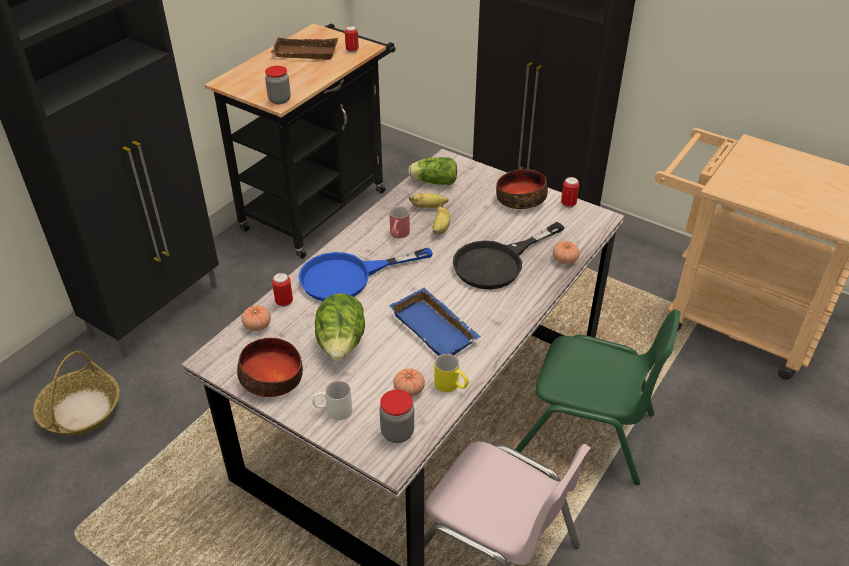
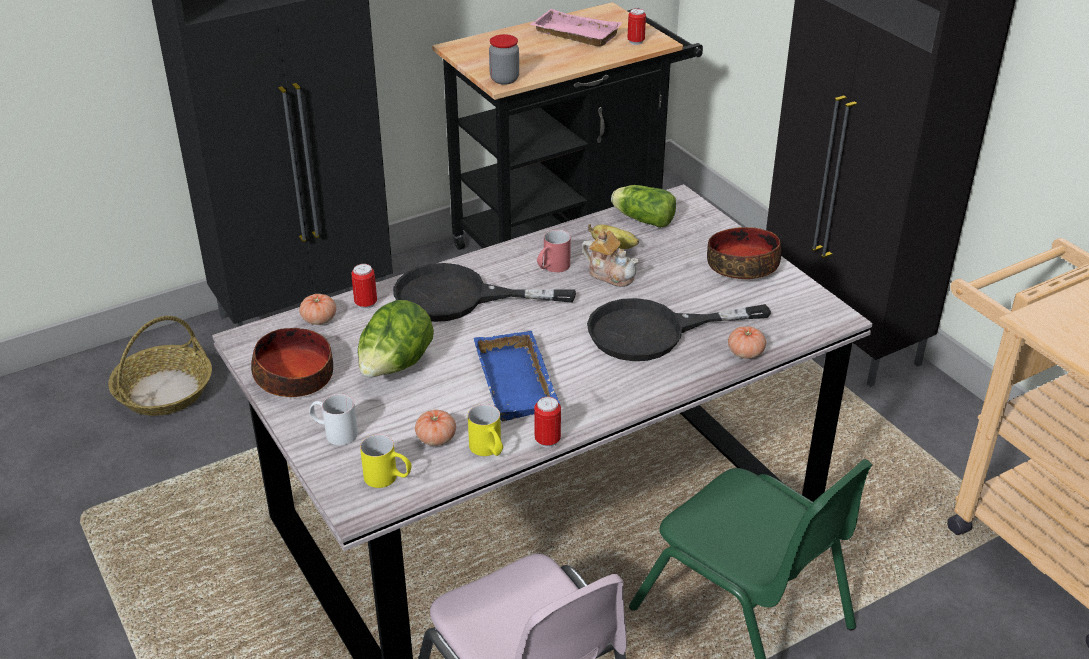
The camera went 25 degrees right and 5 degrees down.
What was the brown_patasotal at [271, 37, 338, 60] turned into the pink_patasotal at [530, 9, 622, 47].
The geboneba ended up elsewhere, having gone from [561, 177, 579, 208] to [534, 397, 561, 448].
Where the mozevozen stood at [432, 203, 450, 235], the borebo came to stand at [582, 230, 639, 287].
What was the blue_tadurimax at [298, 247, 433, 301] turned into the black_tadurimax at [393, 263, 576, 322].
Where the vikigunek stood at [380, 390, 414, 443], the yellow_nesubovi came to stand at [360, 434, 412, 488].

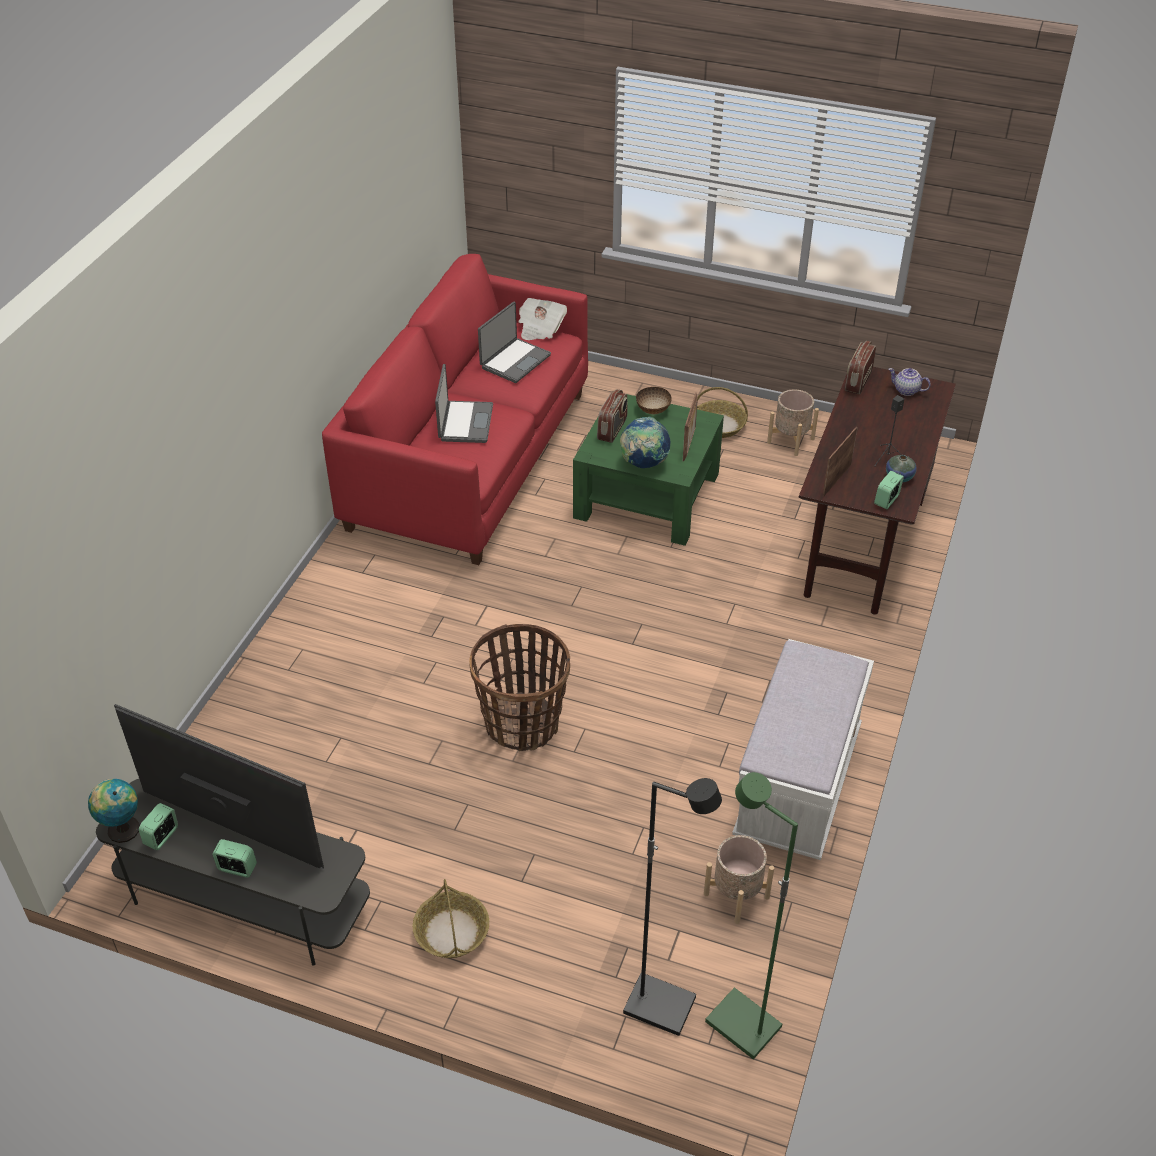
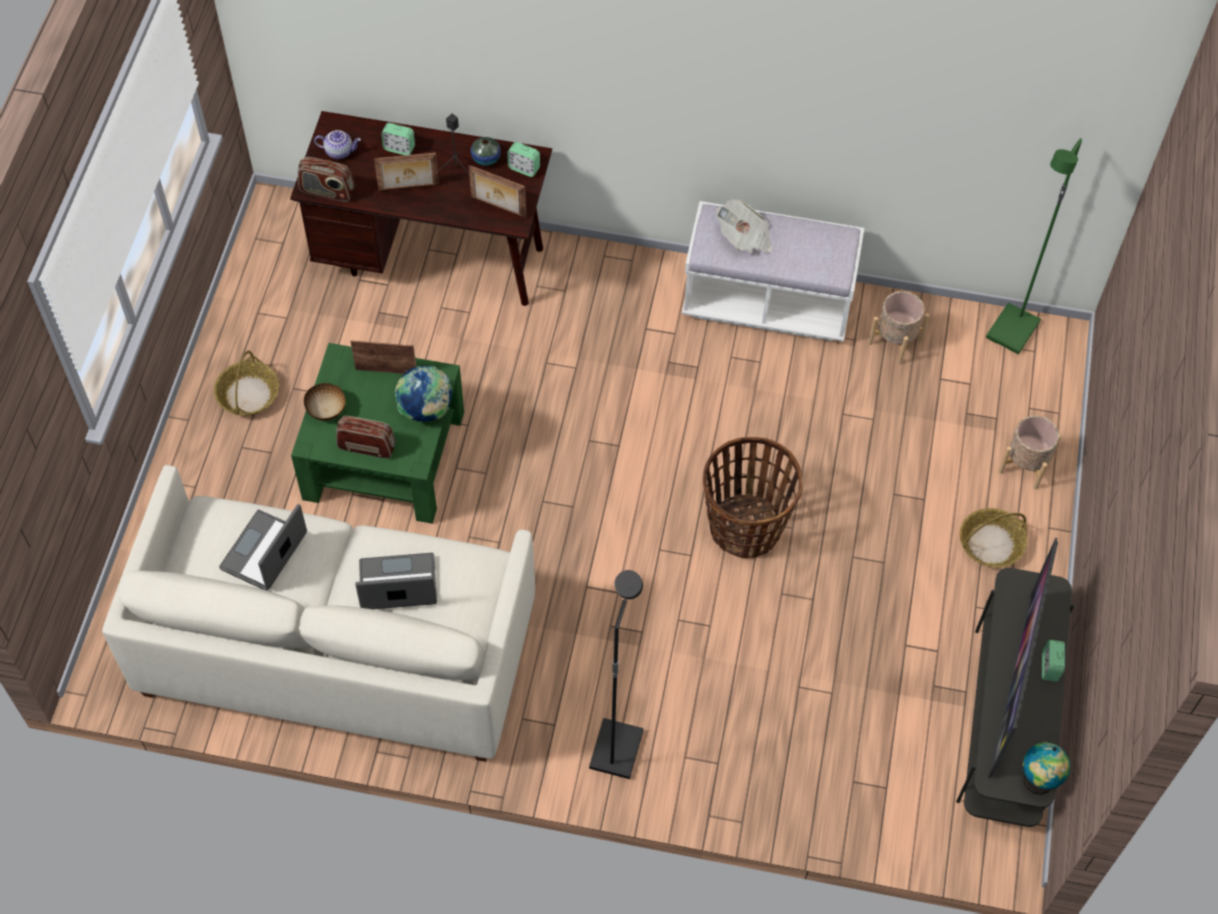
The camera went 100 degrees left and 15 degrees up.
What was the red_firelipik at [322, 254, 588, 565] turned into the white_firelipik at [102, 465, 535, 762].
The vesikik ended up elsewhere, having gone from [518, 298, 567, 340] to [716, 199, 772, 253].
The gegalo at [478, 302, 551, 383] ended up facing another way, 90 degrees counterclockwise from before.
The borebo at [889, 368, 931, 396] ended up facing another way, 105 degrees counterclockwise from before.
The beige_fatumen ended up elsewhere, having gone from [767, 389, 819, 456] to [998, 415, 1062, 489].
The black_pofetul ended up elsewhere, having gone from [623, 778, 722, 1036] to [589, 570, 644, 779].
The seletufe ended up elsewhere, having gone from [139, 803, 178, 850] to [381, 123, 415, 155].
The second view gained the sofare at [374, 152, 439, 191].

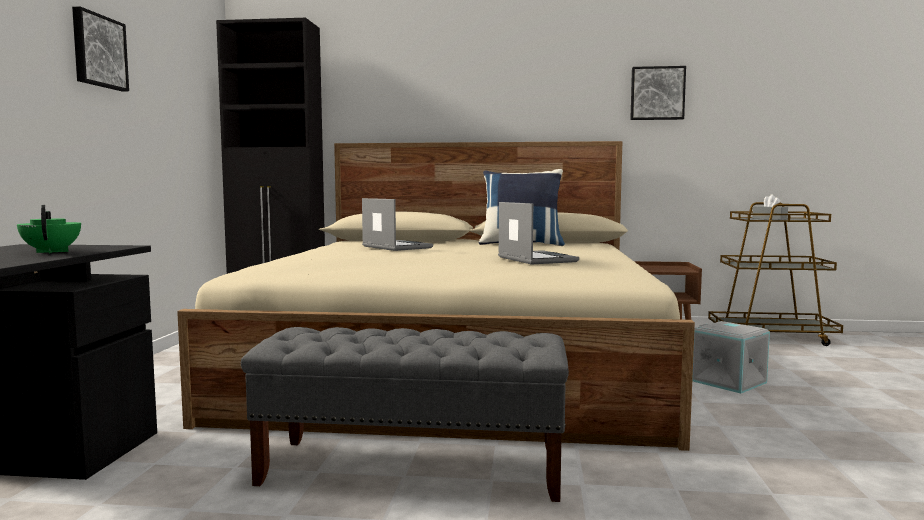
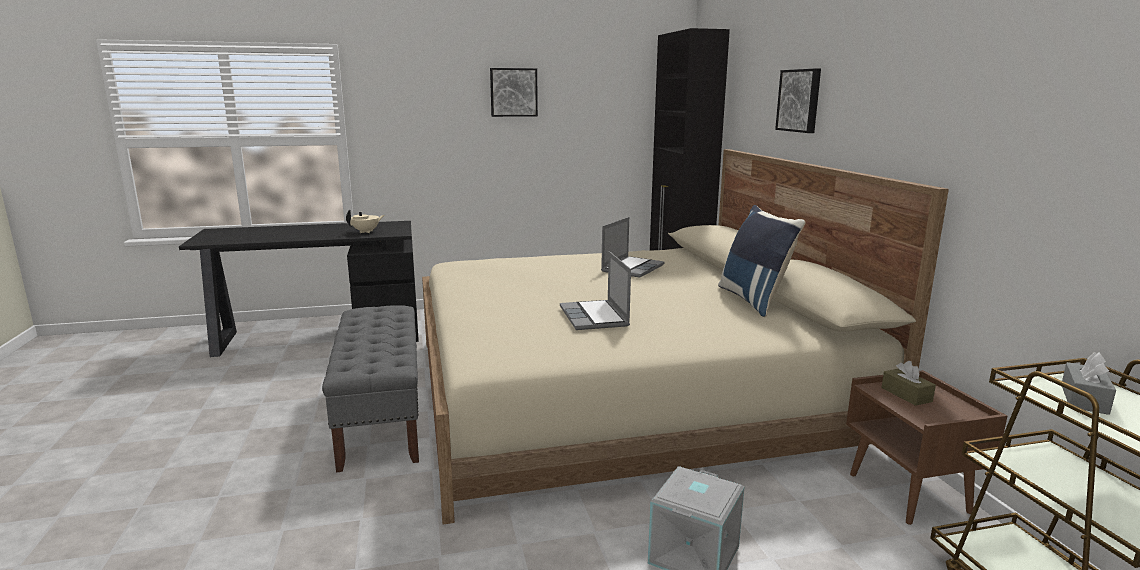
The camera went 70 degrees right and 10 degrees up.
The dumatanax ended up elsewhere, having gone from [630, 66, 686, 120] to [775, 68, 821, 133].
The gegalo at [498, 202, 579, 265] ended up facing another way, 120 degrees clockwise from before.
What was the green_borebo at [17, 205, 81, 253] turned into the beige_borebo at [346, 210, 384, 233].
The second view gained the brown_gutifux at [881, 361, 936, 406].

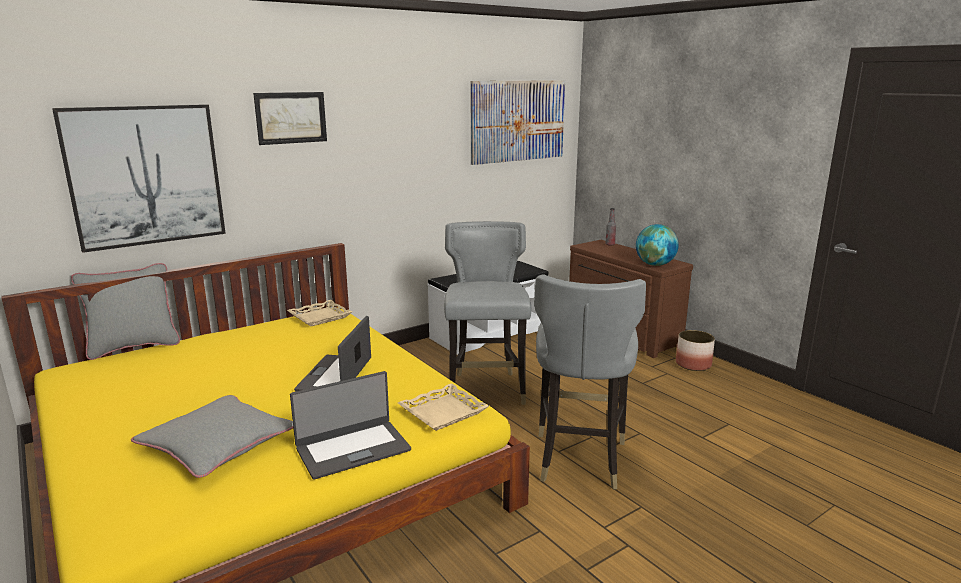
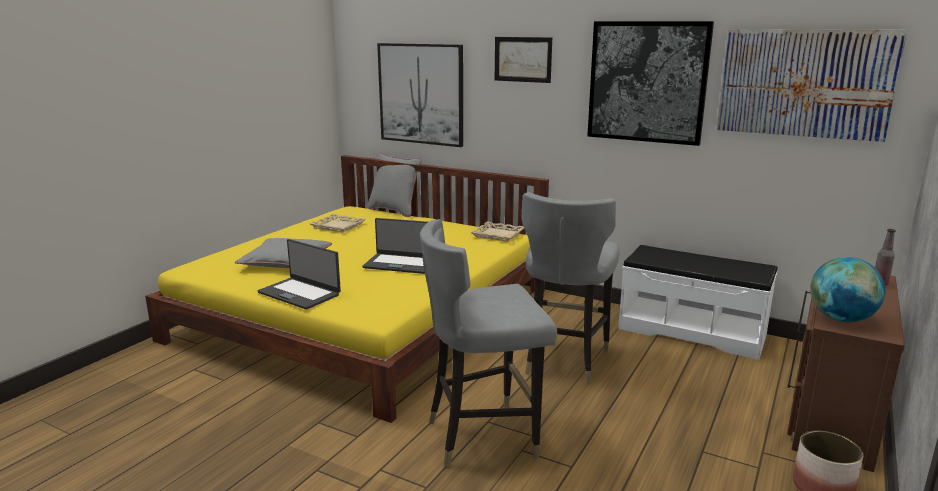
The camera went 65 degrees right and 0 degrees up.
The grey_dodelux at [444, 221, 531, 405] ended up facing another way, 135 degrees clockwise from before.
The gegalo at [294, 316, 371, 392] ended up facing another way, 150 degrees counterclockwise from before.
The beige_patasotal ended up elsewhere, having gone from [398, 383, 489, 431] to [309, 214, 366, 233].
The second view gained the dumatanax at [587, 21, 714, 146].

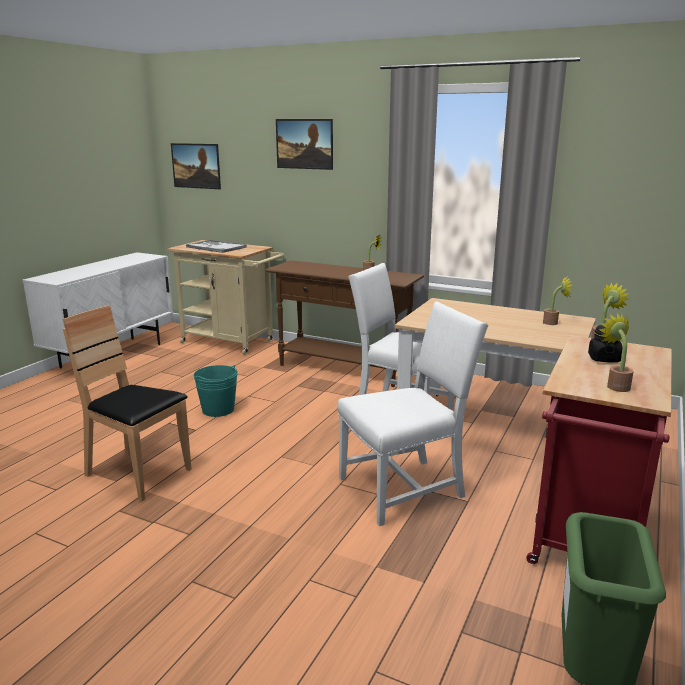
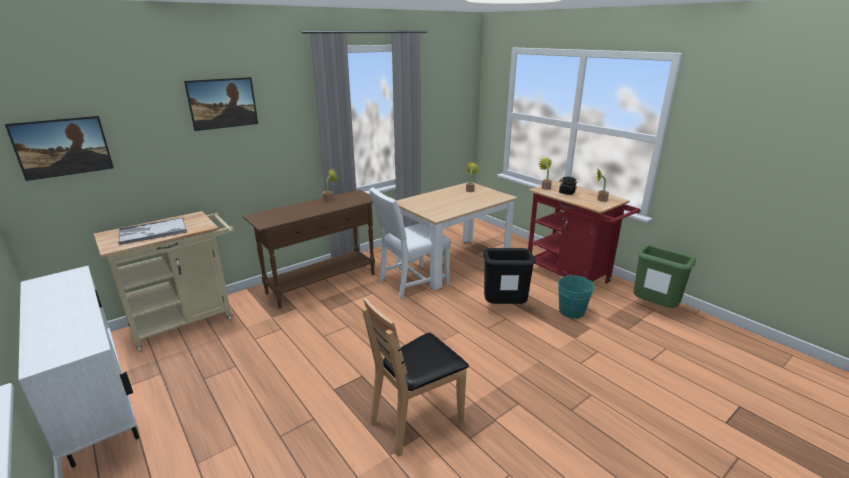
The camera went 65 degrees left and 5 degrees up.
Where the white_dodelux stood at [337, 302, 488, 526], the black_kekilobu came to stand at [483, 248, 536, 304].
The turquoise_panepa ended up elsewhere, having gone from [193, 365, 238, 417] to [558, 275, 594, 319].

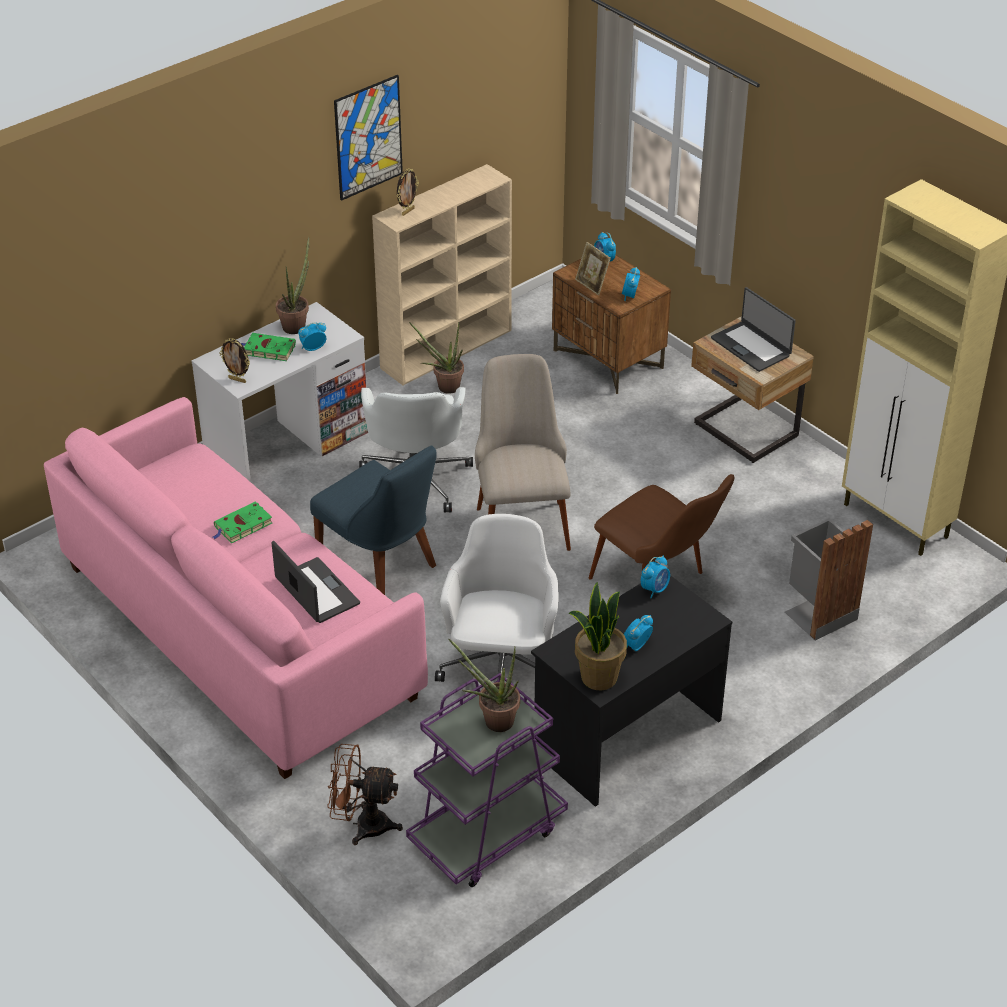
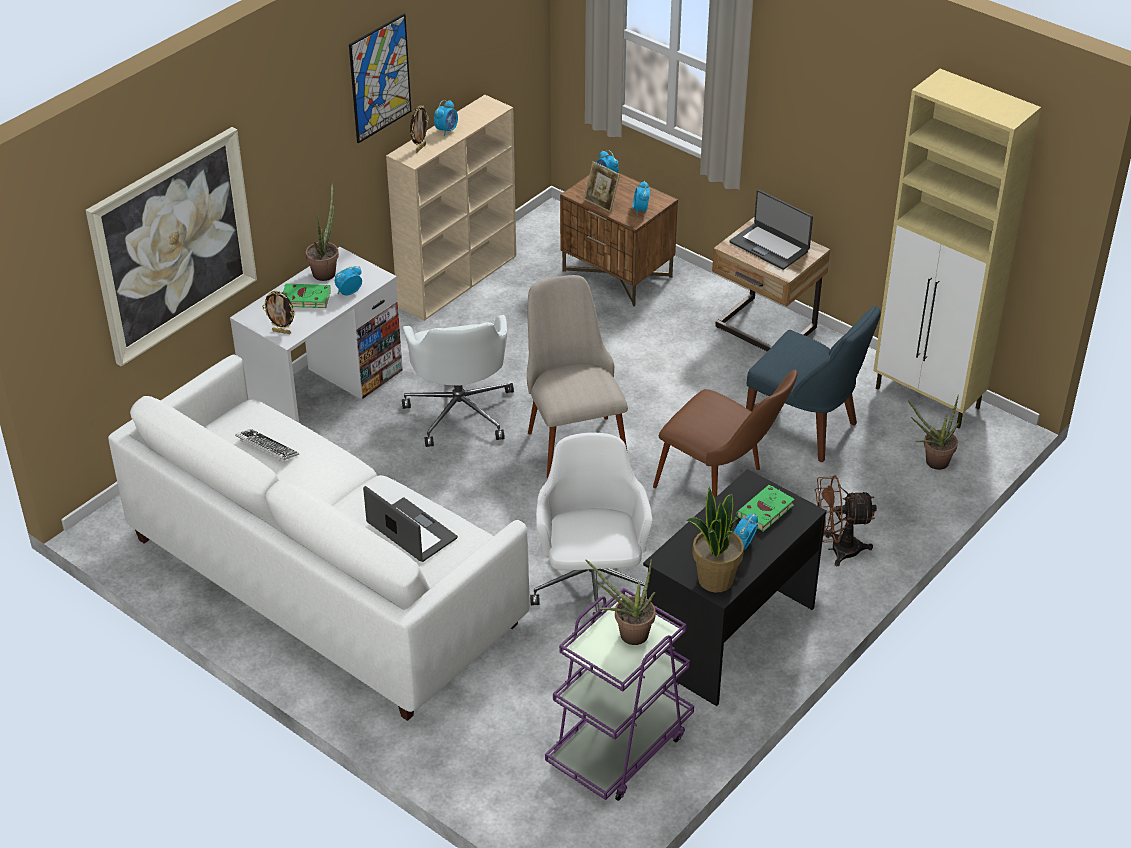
The camera went 10 degrees left and 0 degrees up.
The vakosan ended up elsewhere, having gone from [409, 322, 464, 394] to [908, 394, 959, 470].
What was the pink_firelipik at [44, 397, 428, 779] turned into the white_firelipik at [108, 354, 530, 721].
The blue_dodelux ended up elsewhere, having gone from [310, 446, 437, 595] to [746, 306, 881, 462].
The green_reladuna ended up elsewhere, having gone from [213, 502, 272, 543] to [737, 485, 795, 532].
The second view lost the grey_kekilobu at [785, 518, 873, 641].
The seletufe ended up elsewhere, having gone from [641, 556, 670, 598] to [434, 100, 458, 136].
The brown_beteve ended up elsewhere, having gone from [327, 744, 403, 845] to [815, 475, 877, 566].
The second view gained the dumatanax at [86, 127, 257, 366].
The second view gained the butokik at [235, 429, 299, 460].

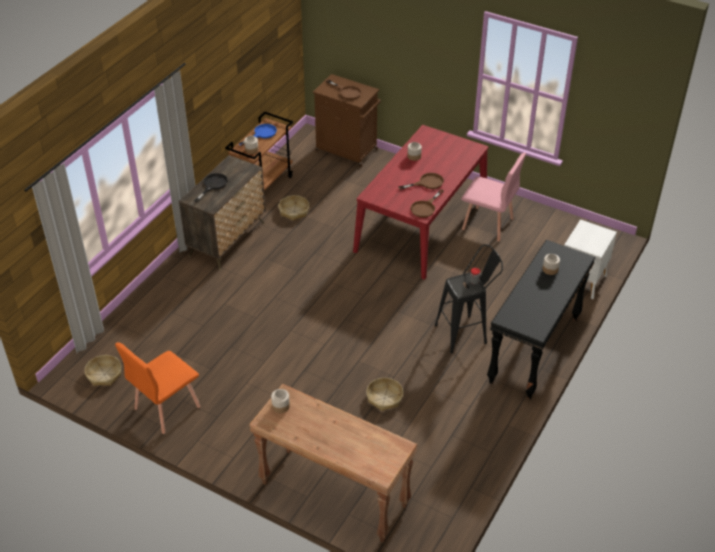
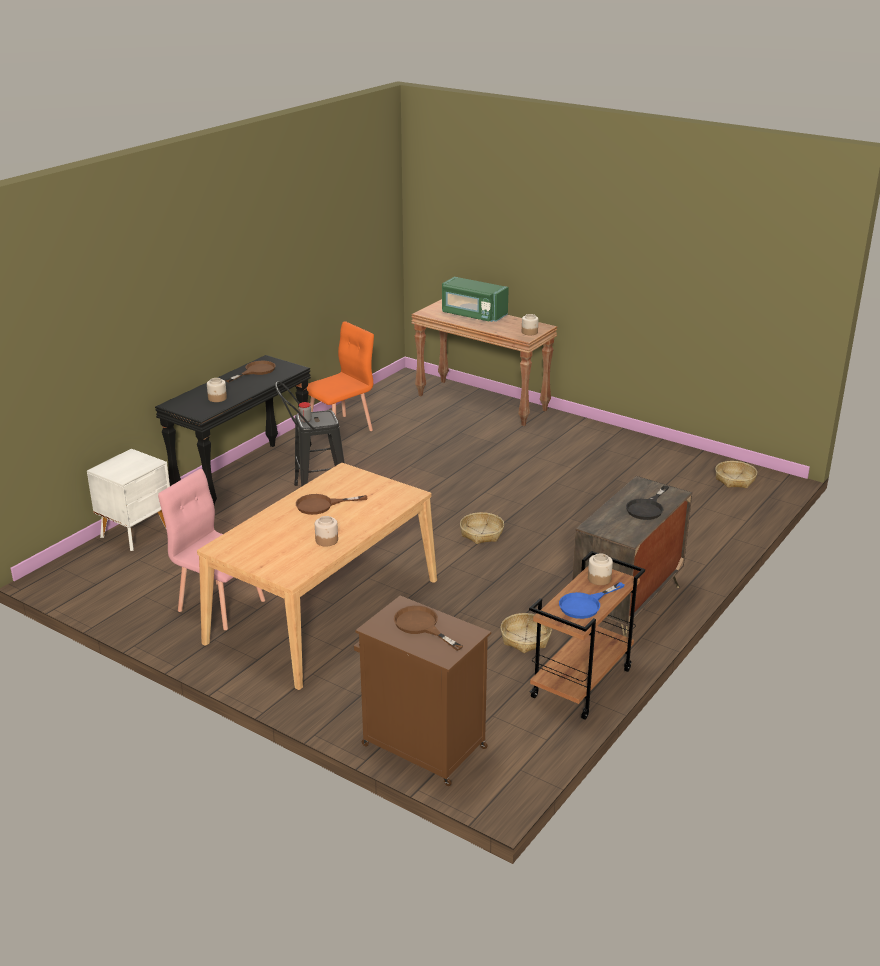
The camera went 175 degrees left and 15 degrees down.
What was the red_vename at [353, 125, 489, 280] turned into the beige_vename at [197, 463, 437, 690].
The brown_tadurimax ended up elsewhere, having gone from [410, 189, 444, 218] to [225, 361, 275, 382].
The orange_dodelux ended up elsewhere, having gone from [115, 343, 201, 434] to [307, 321, 374, 431].
The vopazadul ended up elsewhere, having gone from [366, 378, 403, 411] to [460, 512, 504, 544].
The second view gained the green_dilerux at [442, 277, 509, 322].

